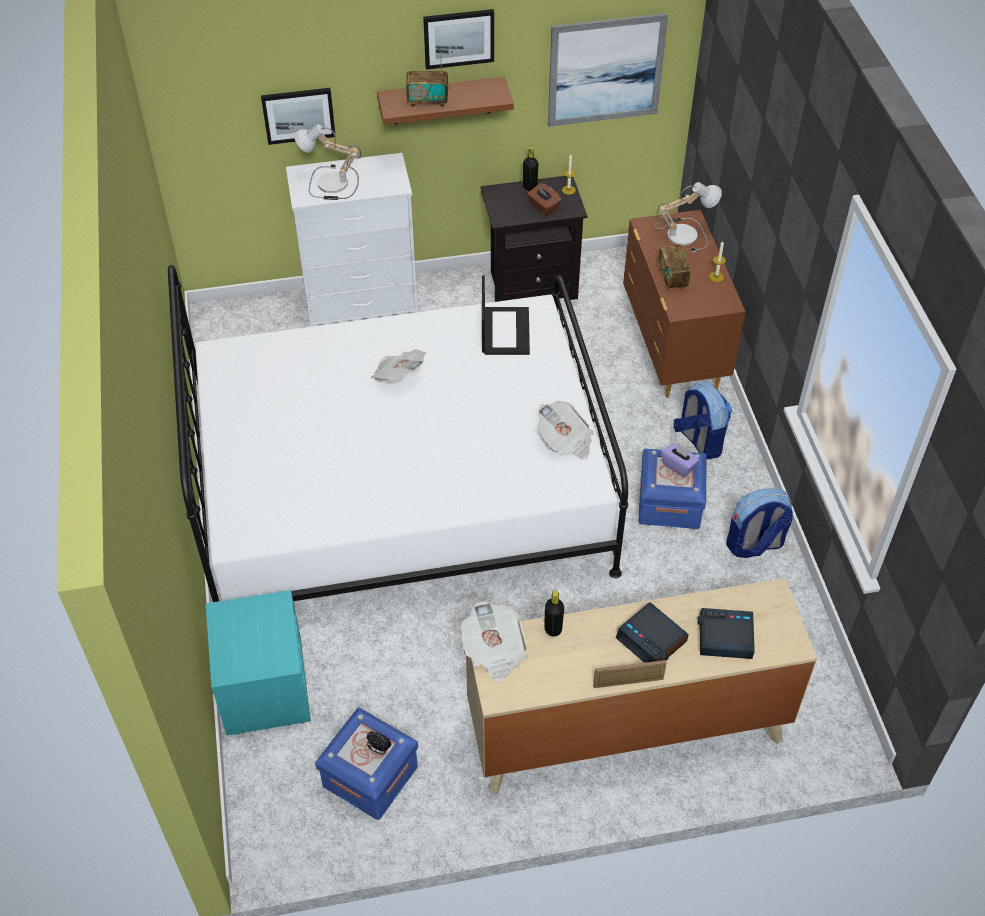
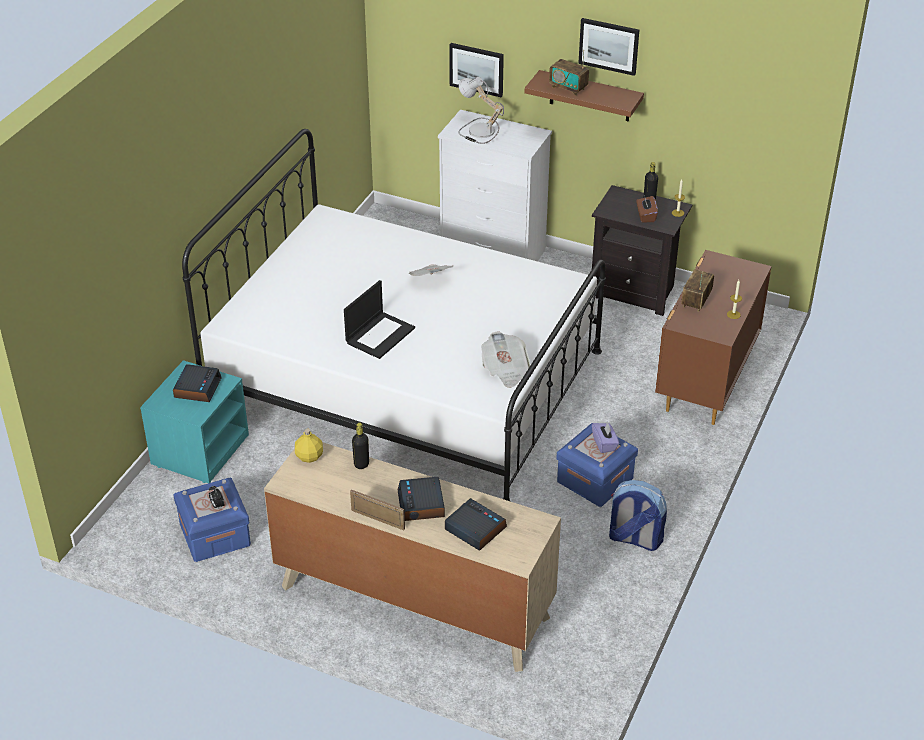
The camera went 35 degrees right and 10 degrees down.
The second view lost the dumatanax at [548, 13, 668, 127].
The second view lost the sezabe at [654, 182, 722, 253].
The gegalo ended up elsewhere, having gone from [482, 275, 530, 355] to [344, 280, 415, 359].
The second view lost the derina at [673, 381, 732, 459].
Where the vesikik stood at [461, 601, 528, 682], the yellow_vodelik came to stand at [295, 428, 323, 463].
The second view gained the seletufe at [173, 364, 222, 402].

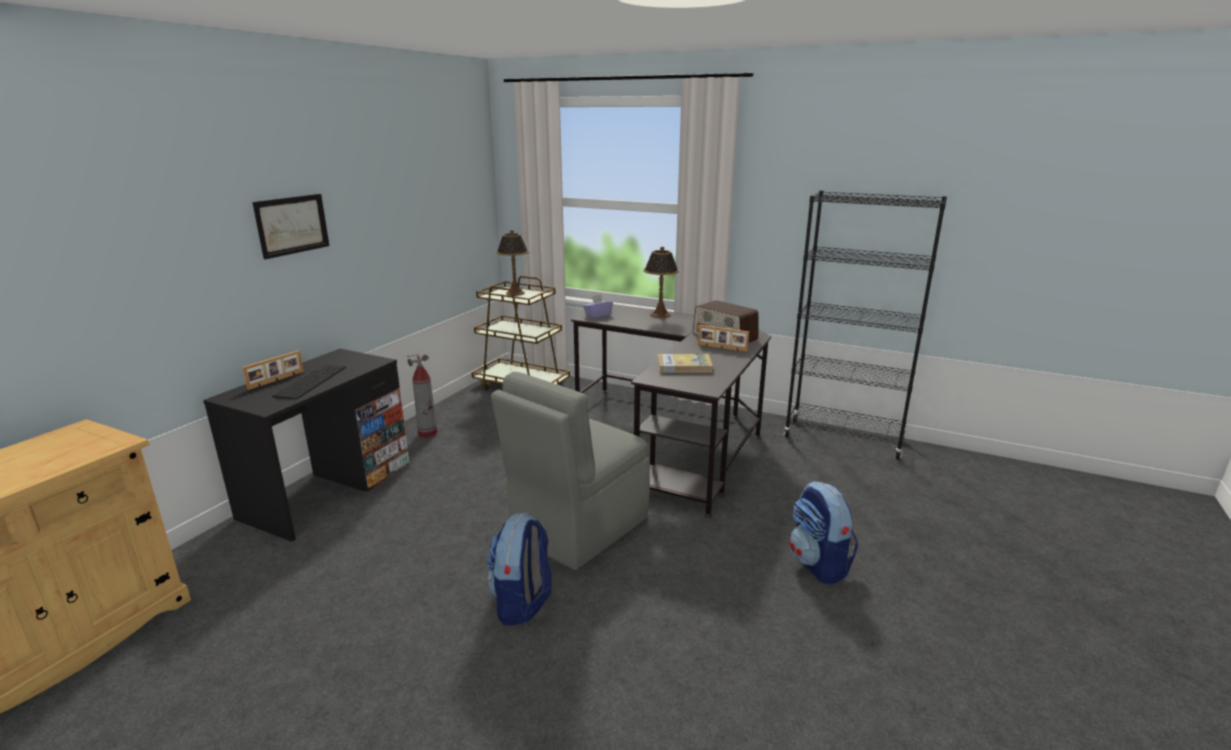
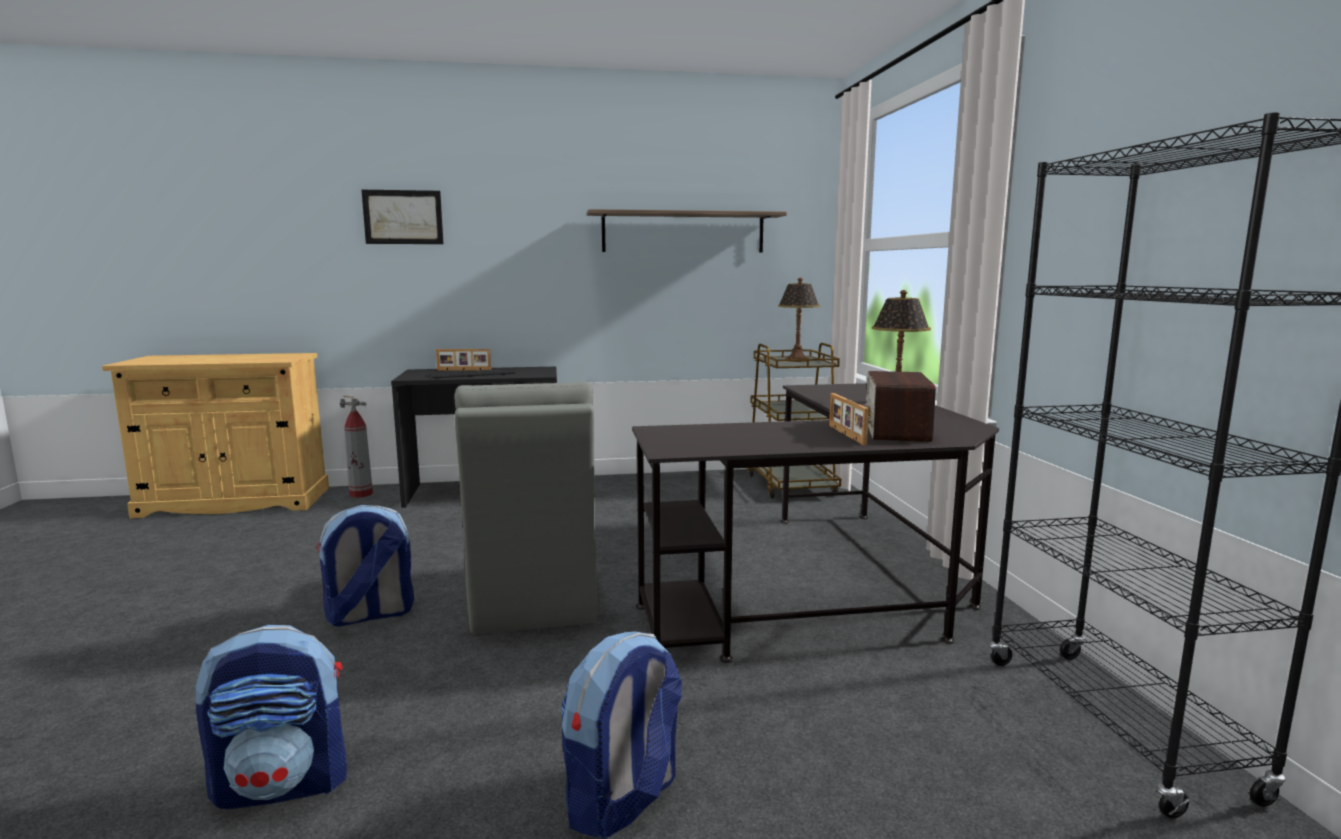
The camera went 55 degrees right and 10 degrees down.
The dumatanax ended up elsewhere, having gone from [252, 194, 329, 259] to [361, 190, 444, 244].
The second view lost the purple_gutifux at [583, 294, 613, 318].
The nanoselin ended up elsewhere, having gone from [407, 354, 437, 438] to [340, 395, 373, 498].
The second view lost the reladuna at [658, 354, 713, 373].
The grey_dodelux at [491, 372, 650, 570] ended up facing another way, 105 degrees counterclockwise from before.
The second view gained the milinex at [587, 209, 787, 253].
The second view gained the derina at [196, 624, 347, 809].

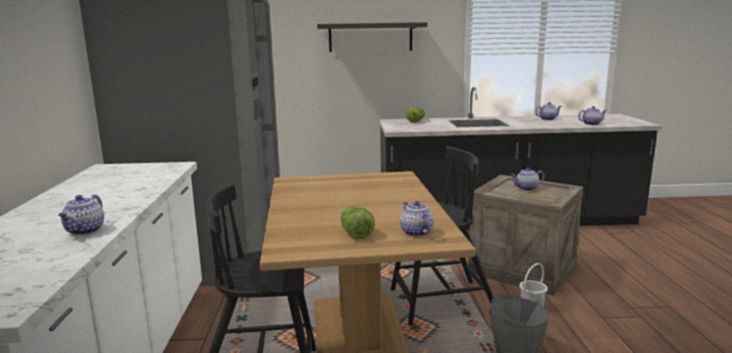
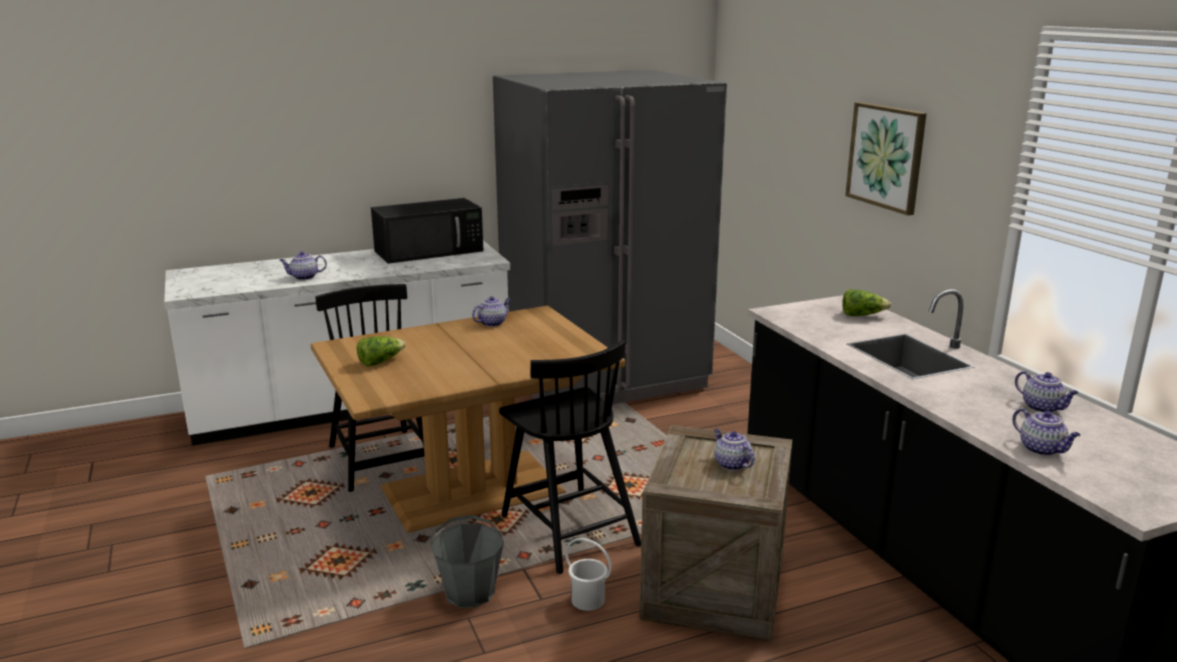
The camera went 70 degrees right and 5 degrees up.
Where the milinex hung at [317, 22, 427, 52], the dumatanax came to hang at [845, 102, 927, 215].
The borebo ended up elsewhere, having gone from [400, 201, 434, 237] to [472, 296, 511, 327].
The second view gained the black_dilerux at [371, 198, 484, 264].

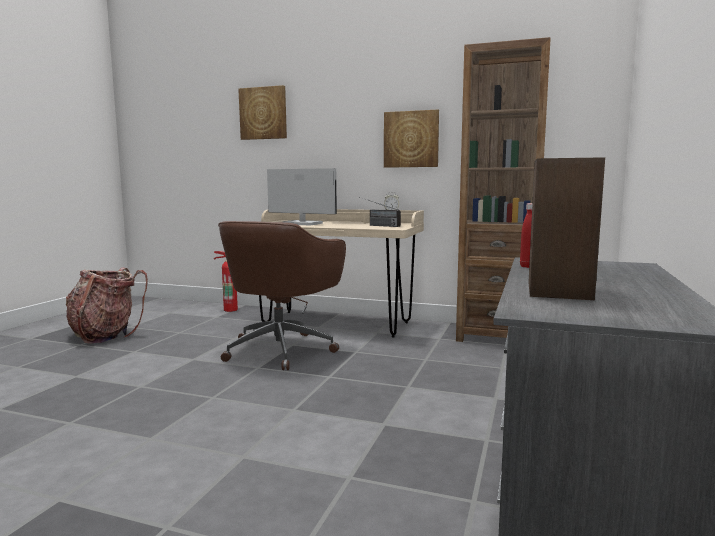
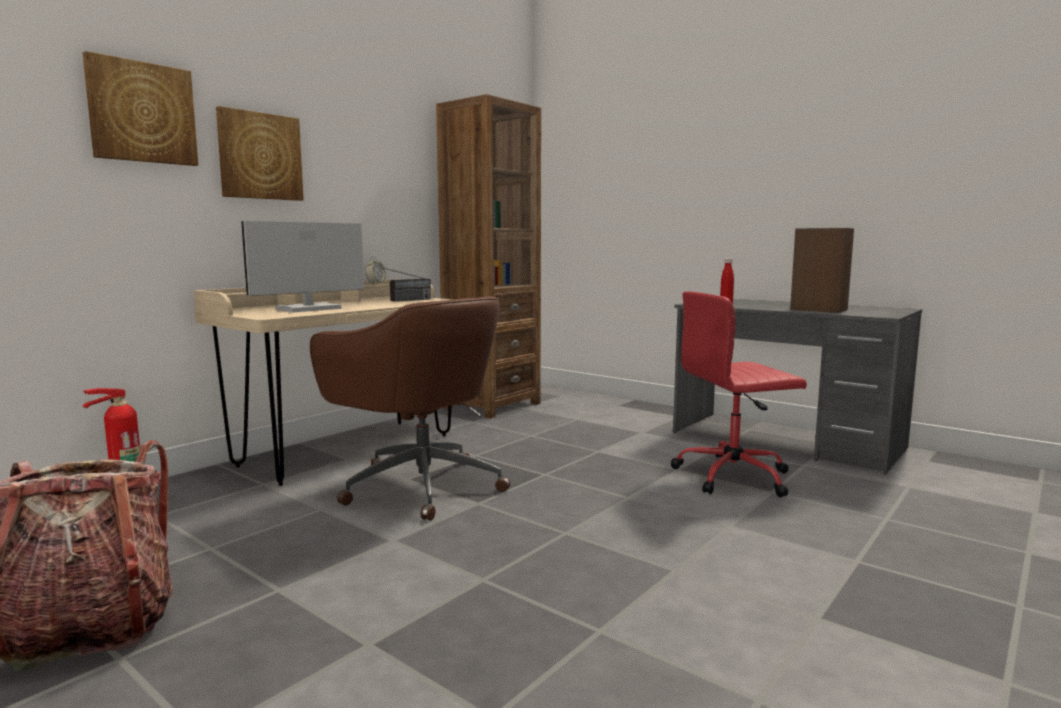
The camera went 70 degrees left and 0 degrees up.
The dumatanax ended up elsewhere, having gone from [384, 110, 439, 168] to [216, 106, 304, 201].
The second view gained the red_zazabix at [671, 291, 807, 497].

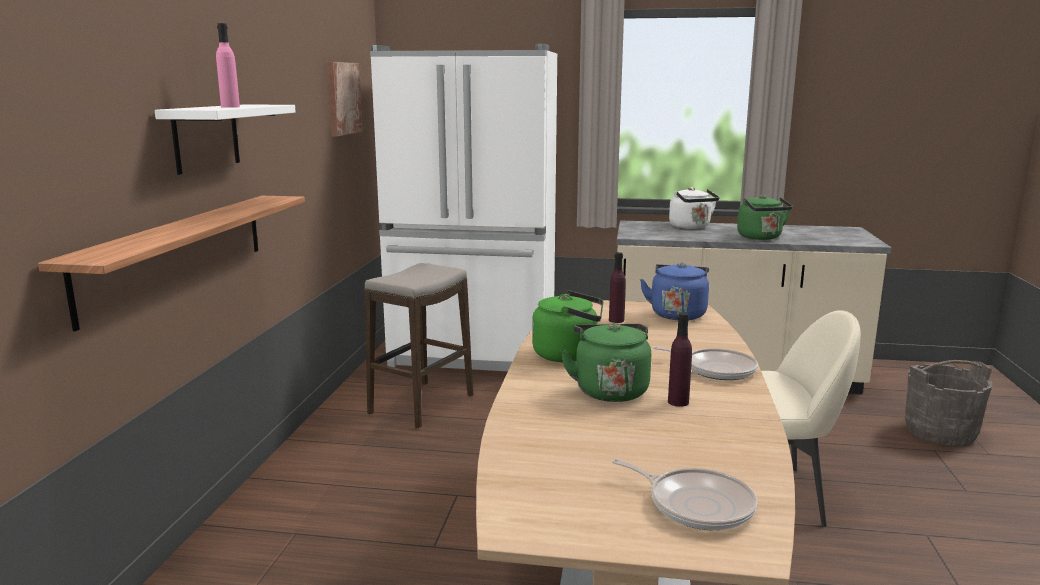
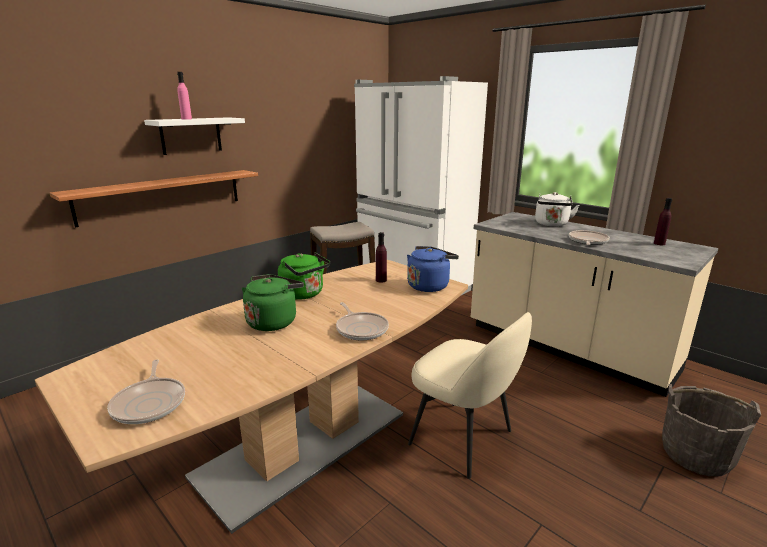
The camera went 35 degrees right and 5 degrees up.
The second view lost the dumatanax at [327, 61, 363, 136].
Where the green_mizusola stood at [737, 195, 793, 240], the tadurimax came to stand at [569, 230, 610, 245].
The purple_vodelik ended up elsewhere, having gone from [668, 312, 692, 407] to [654, 198, 672, 245].

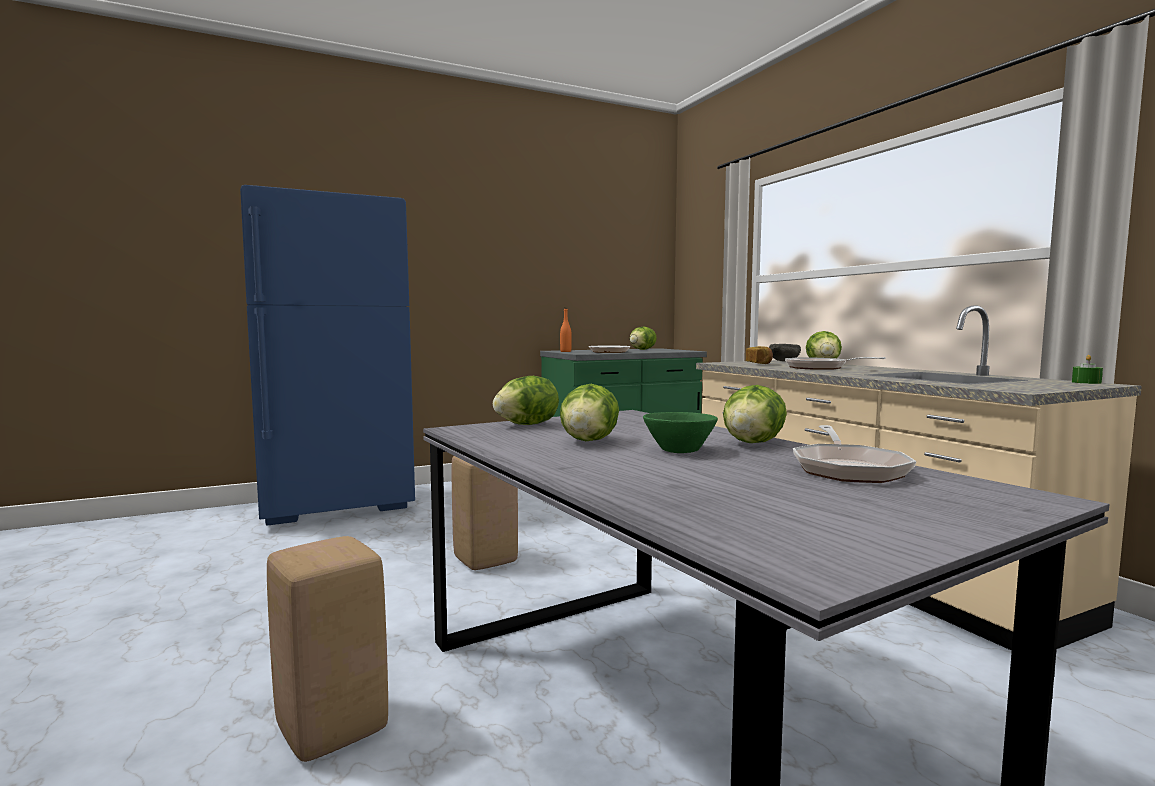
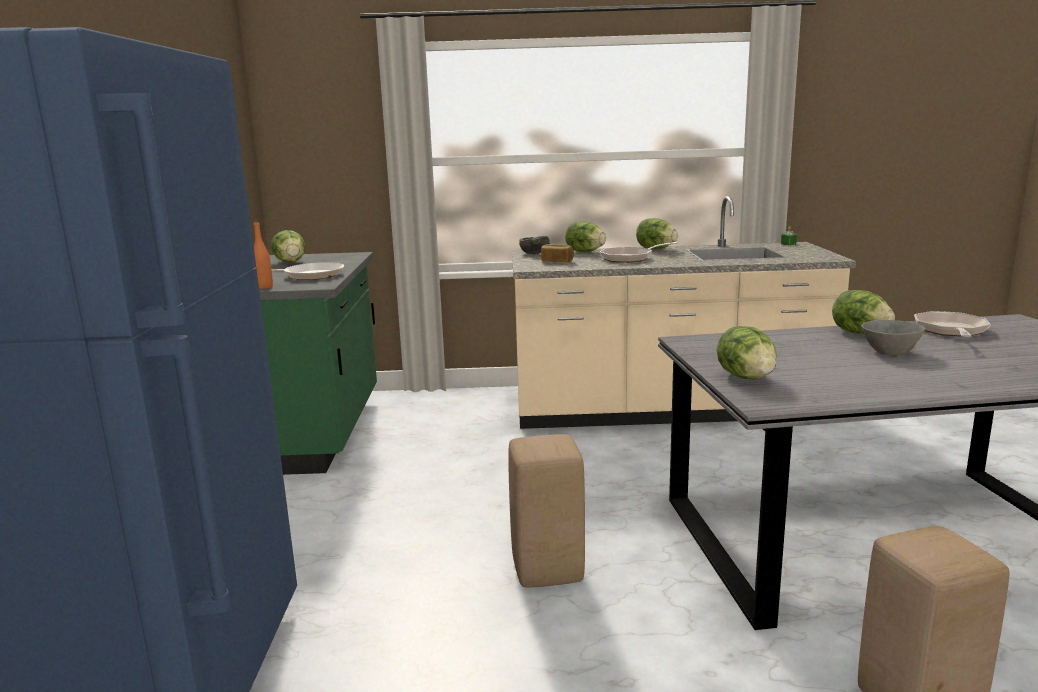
The camera went 65 degrees left and 10 degrees up.
The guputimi ended up elsewhere, having gone from [560, 384, 619, 441] to [636, 218, 678, 249].
What was the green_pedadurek at [643, 412, 718, 453] turned into the grey_pedadurek at [862, 320, 925, 355].
The tadurimax at [793, 425, 916, 483] ended up facing another way, 105 degrees counterclockwise from before.

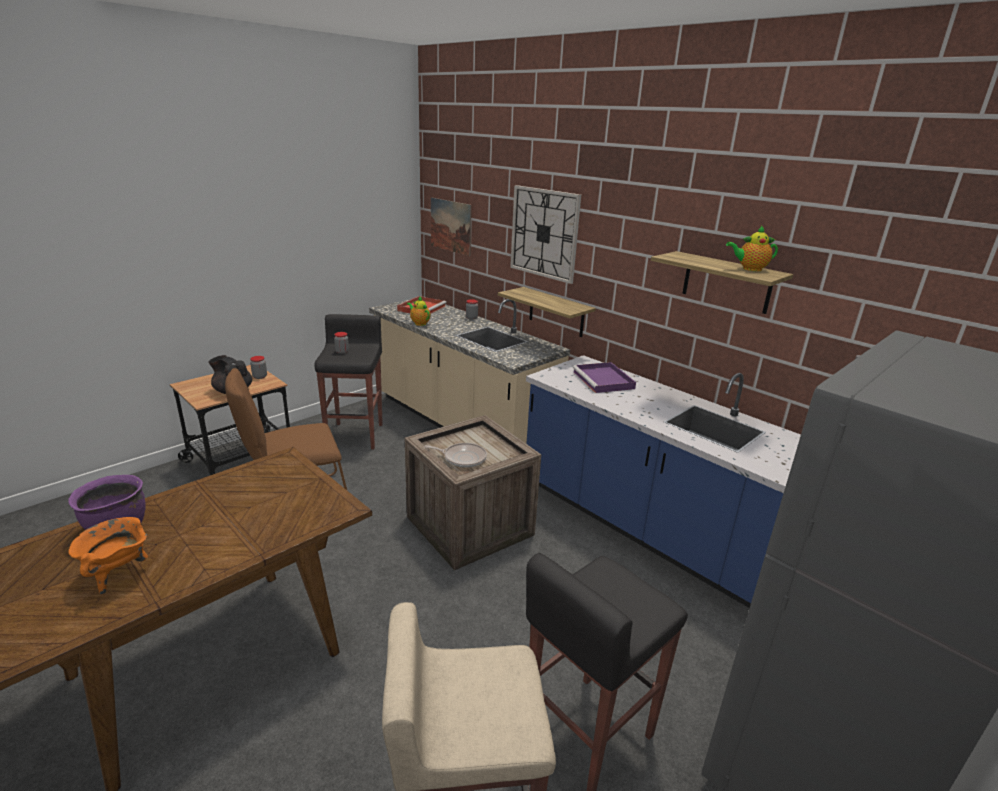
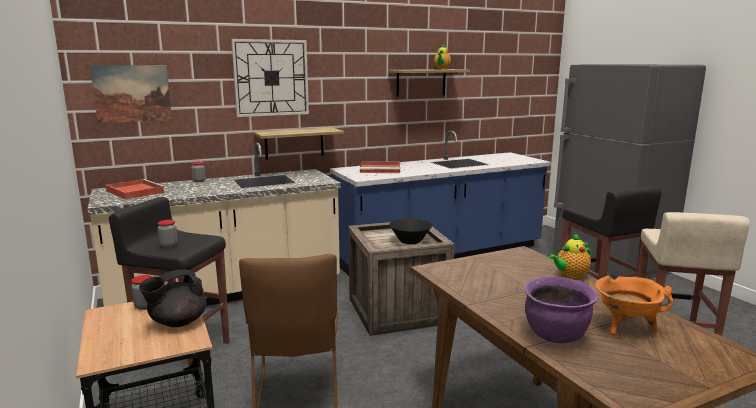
The camera went 70 degrees left and 10 degrees down.
The borebo ended up elsewhere, having gone from [407, 297, 431, 326] to [547, 233, 592, 280].
What was the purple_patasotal at [573, 362, 636, 393] turned into the red_patasotal at [360, 161, 400, 173].
Where the tadurimax stood at [424, 443, 487, 468], the black_pedadurek came to stand at [389, 218, 432, 244].

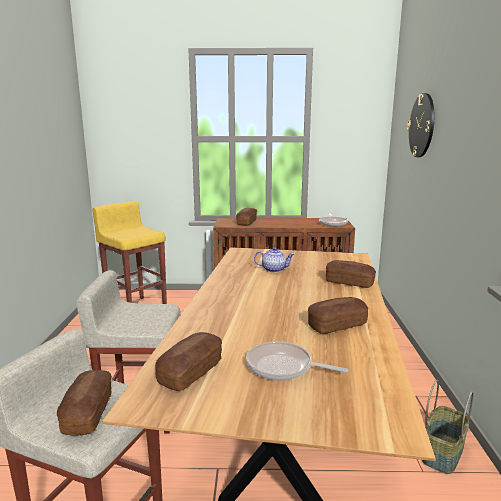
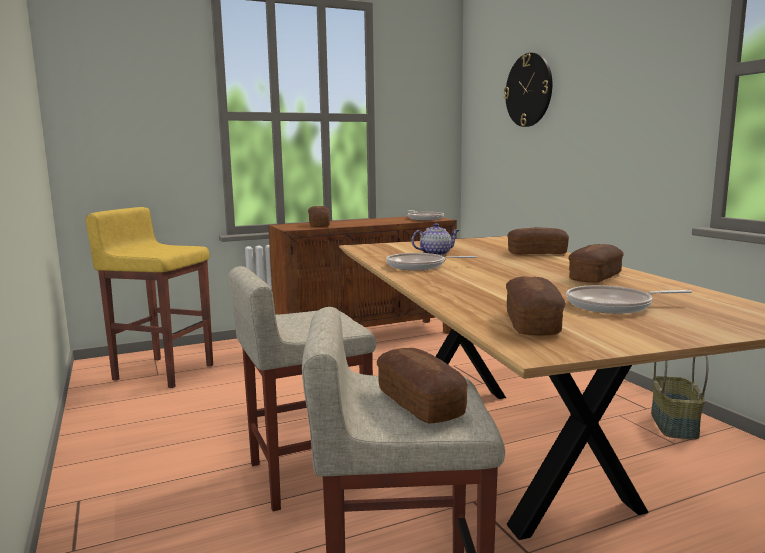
The camera went 25 degrees left and 5 degrees down.
The second view gained the tadurimax at [386, 253, 477, 270].

